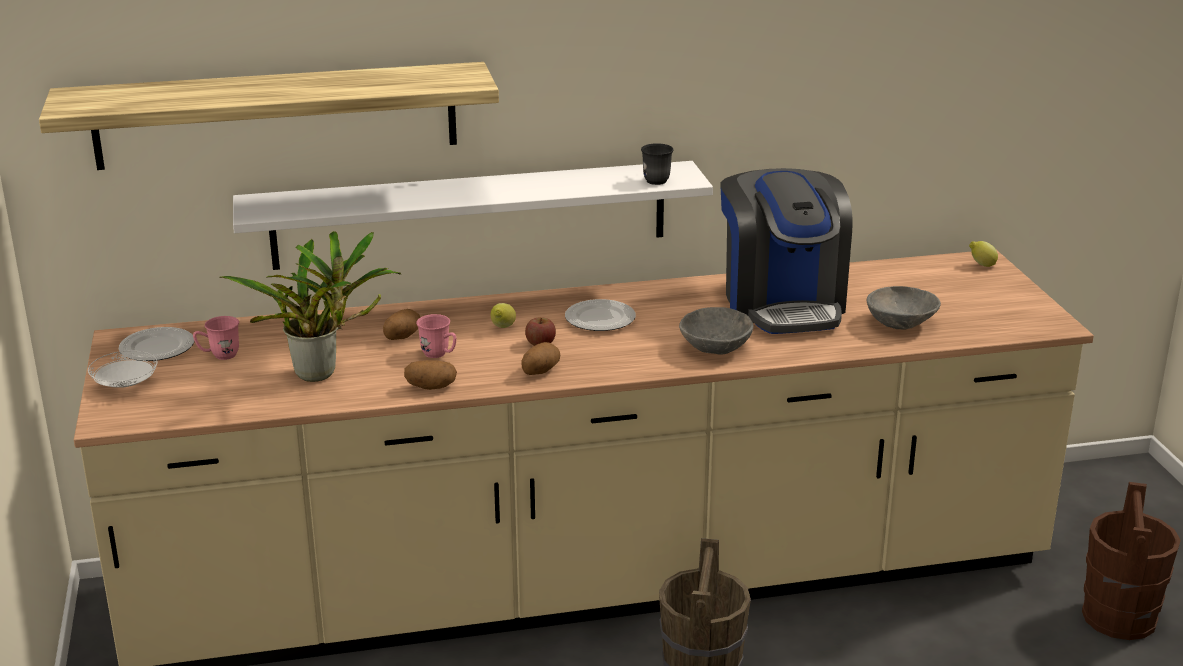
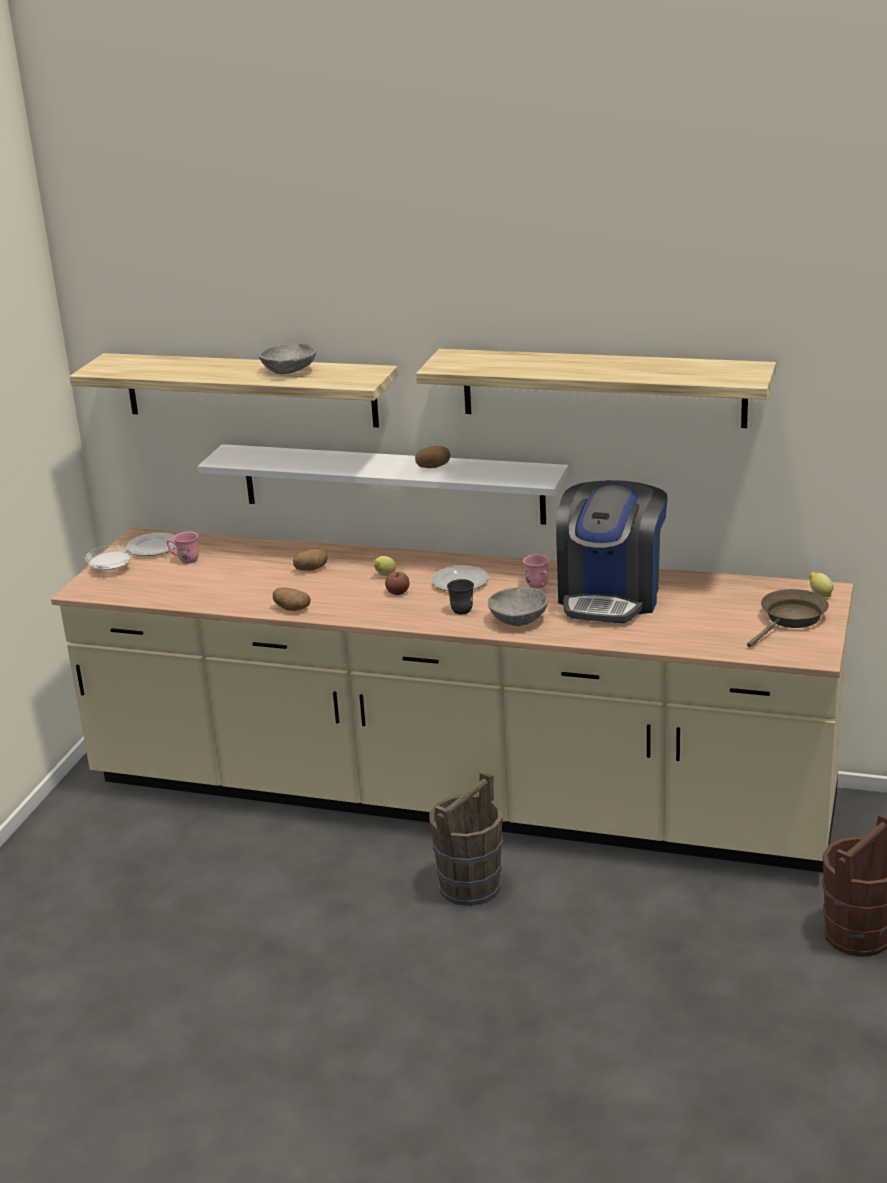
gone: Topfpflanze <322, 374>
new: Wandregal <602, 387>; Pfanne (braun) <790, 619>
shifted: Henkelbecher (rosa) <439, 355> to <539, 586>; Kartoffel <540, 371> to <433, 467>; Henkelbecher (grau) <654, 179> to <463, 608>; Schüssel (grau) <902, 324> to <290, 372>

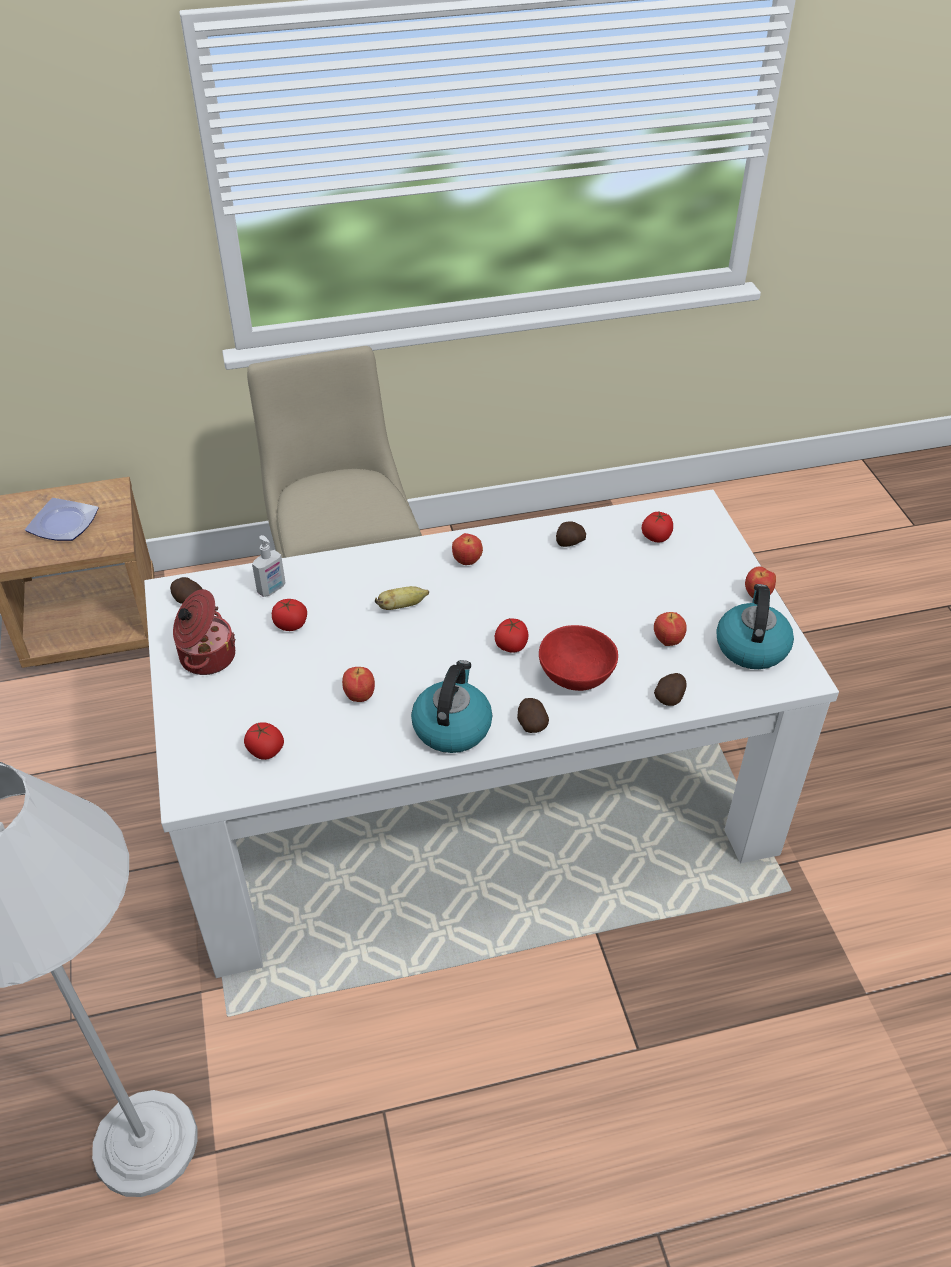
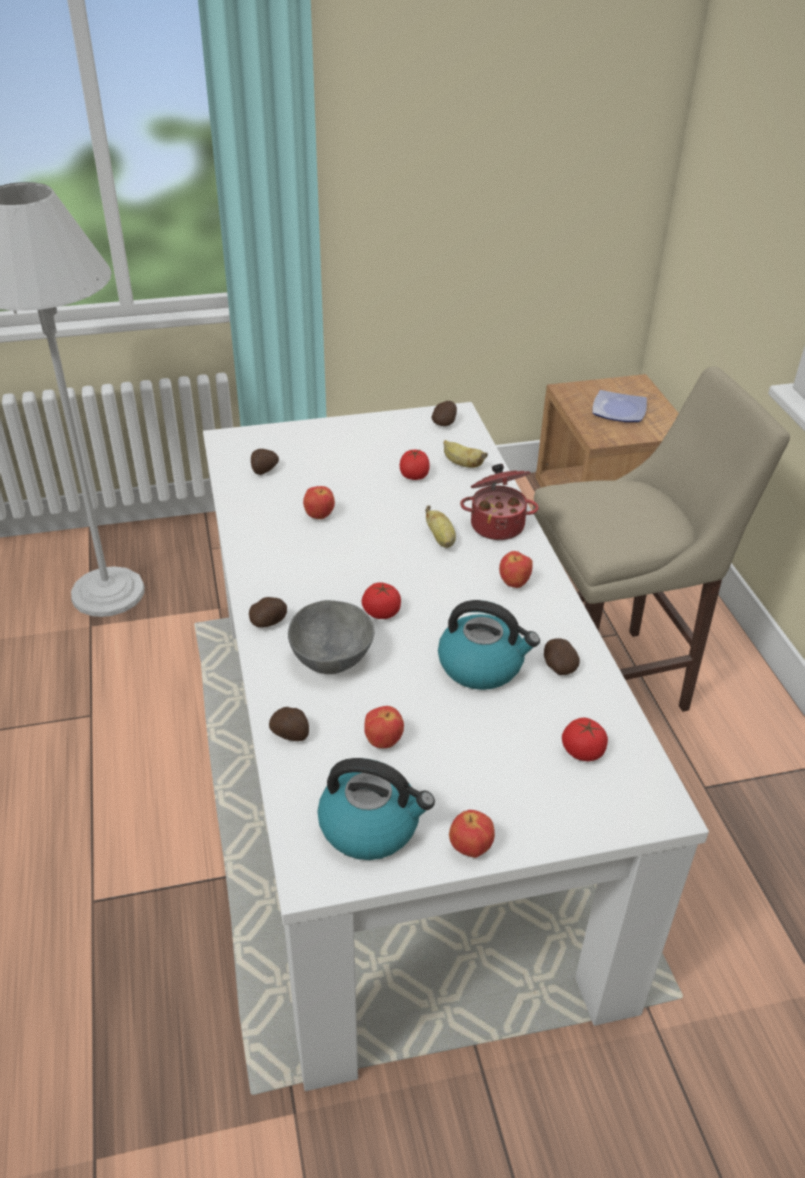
shifted: Kochtopf <206, 656> to <497, 524>; Wasserkessel <452, 726> to <482, 665>
swapped: Tomate <265, 751> to Kartoffel <264, 470>; Seifenspender <272, 589> to Banane <461, 464>
repainted: Schüssel (rot) <574, 676> to Schüssel (grau) <332, 657>

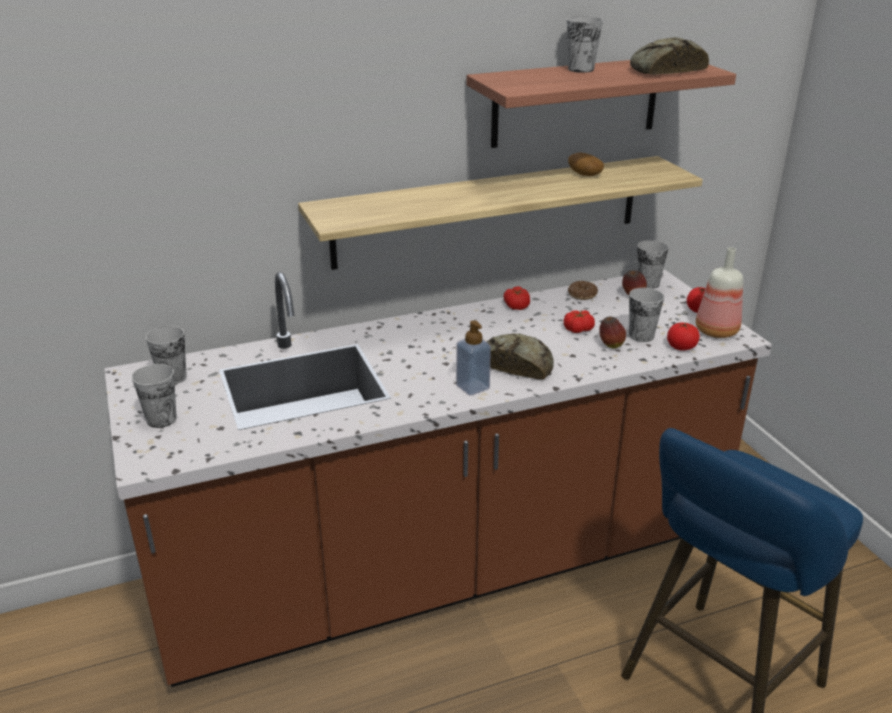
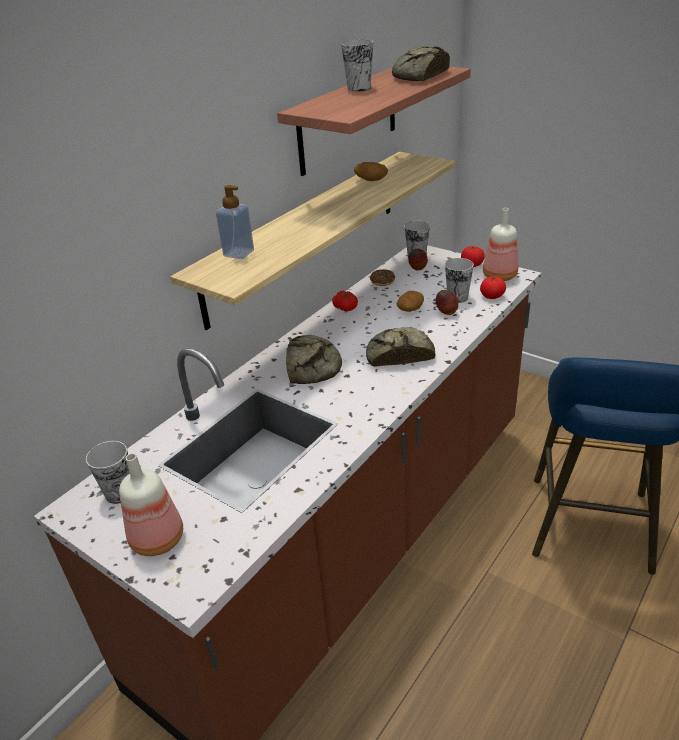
new: Brot <312, 365>
shifted: Seifenspender <472, 387> to <238, 253>
swapped: Tasse <161, 419> to Flasche <156, 538>; Tomate <578, 329> to Kartoffel <410, 309>

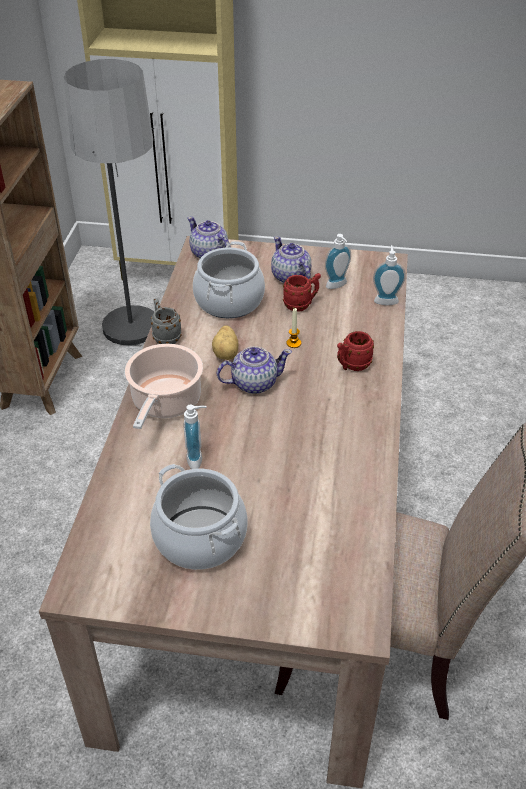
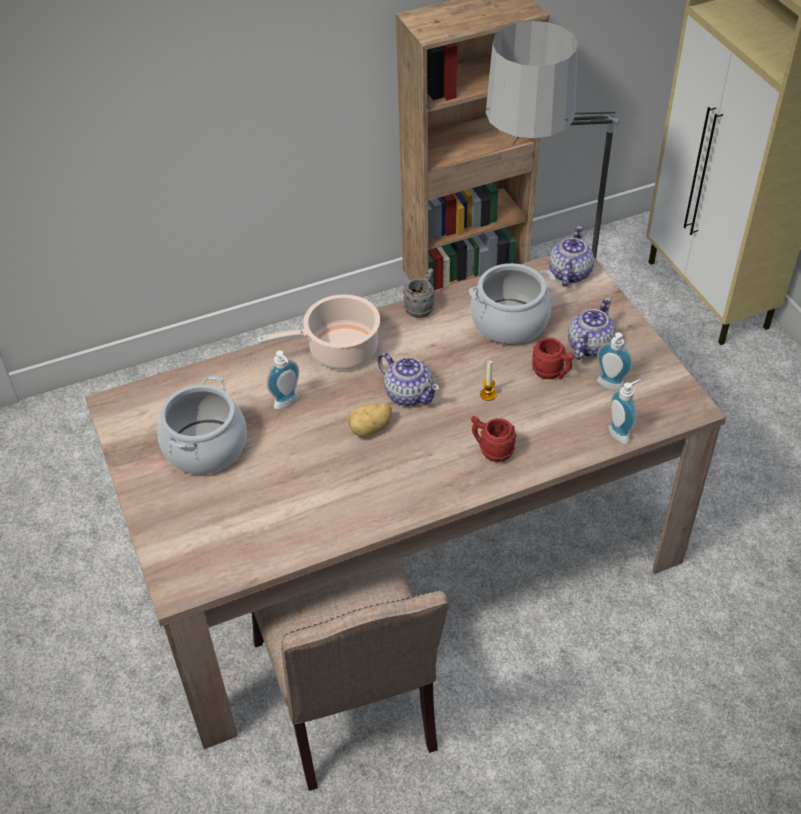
shifted: Kartoffel <226, 353> to <371, 429>

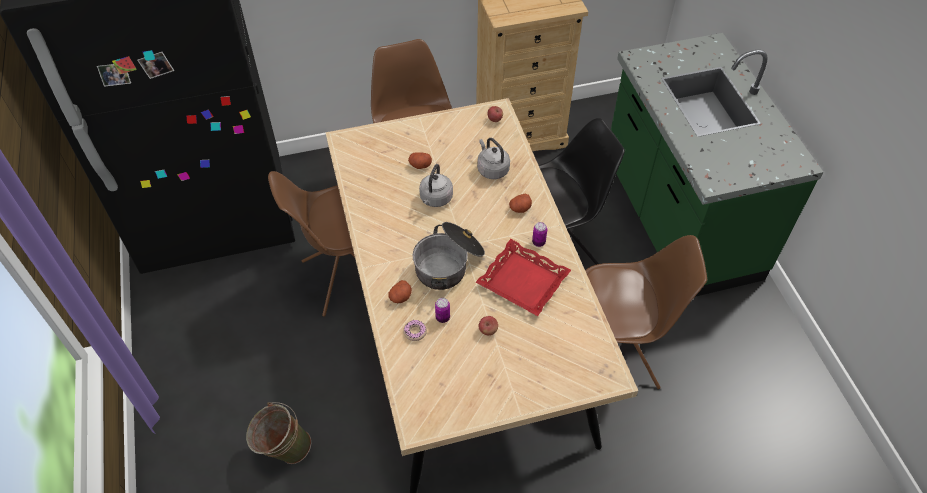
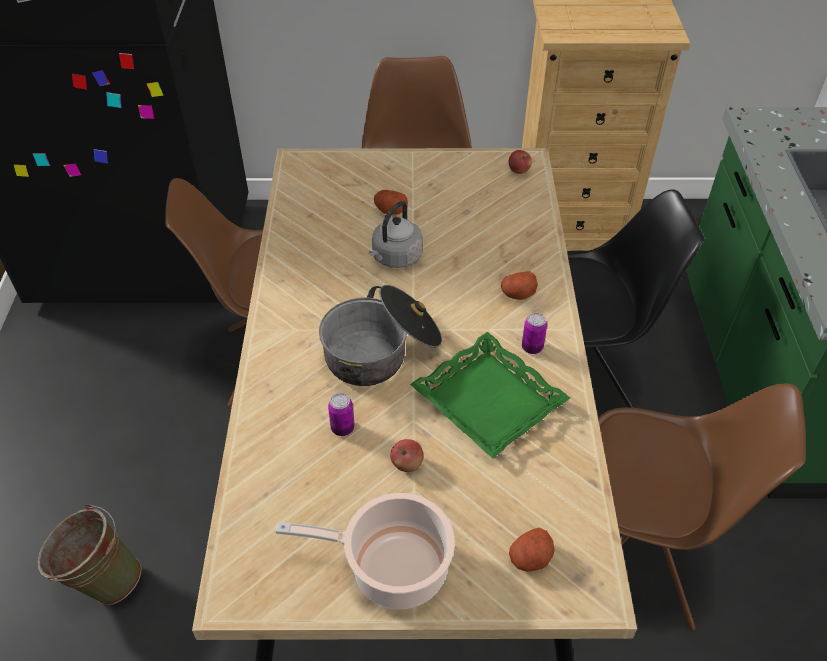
gone: Donut <415, 332>; Wasserkessel (grau) <492, 169>
new: Kochtopf <392, 567>
shifted: Kartoffel <400, 297> to <530, 558>
repainted: Tablett (rot) <523, 281> to Tablett (grün) <489, 400>

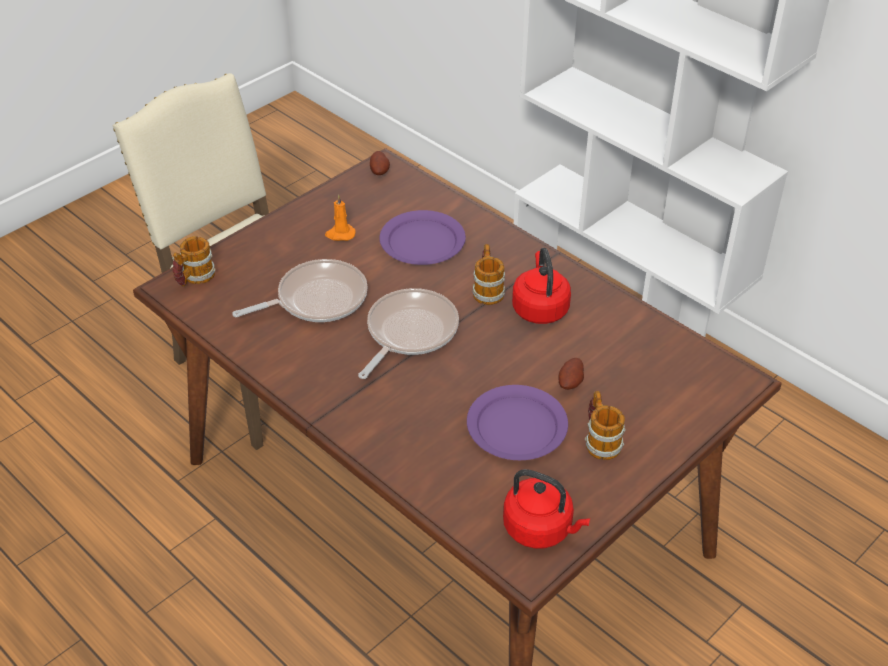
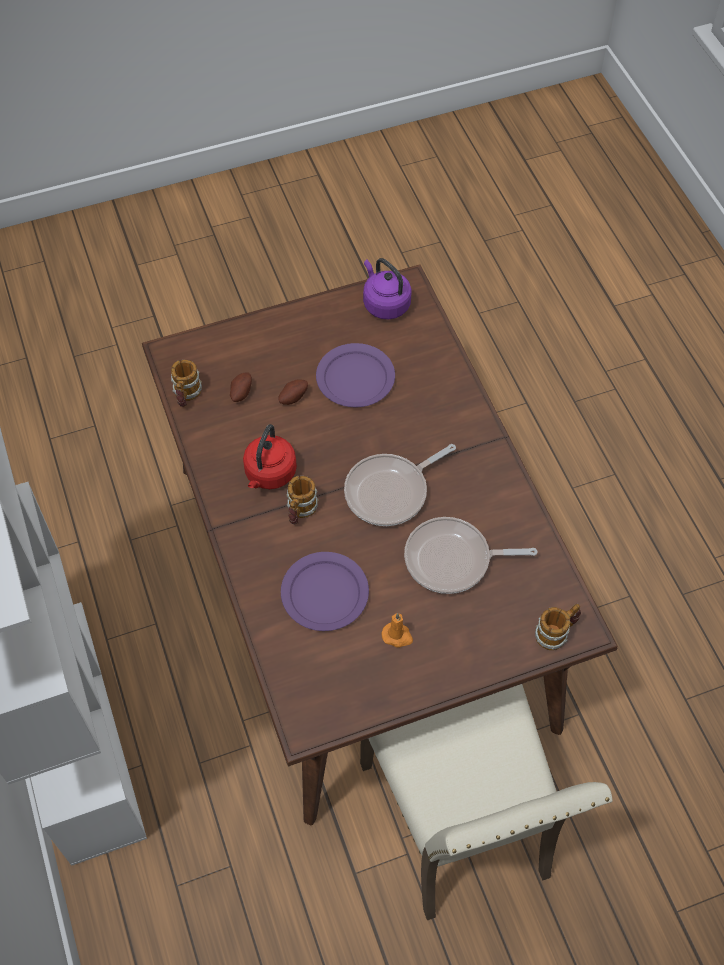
shifted: Kartoffel <380, 171> to <240, 392>; Henkelbecher <600, 440> to <186, 395>
repainted: Wasserkessel (rot) <541, 529> to Wasserkessel (lila) <385, 303>

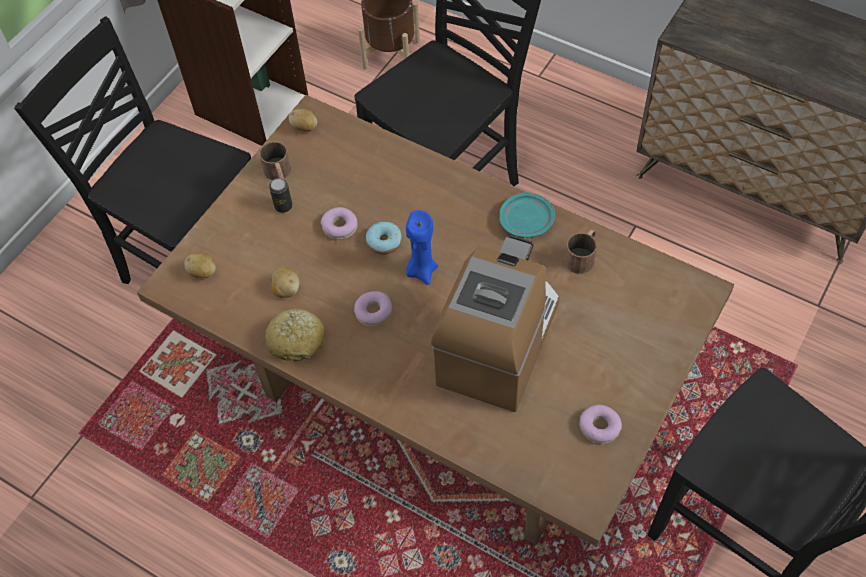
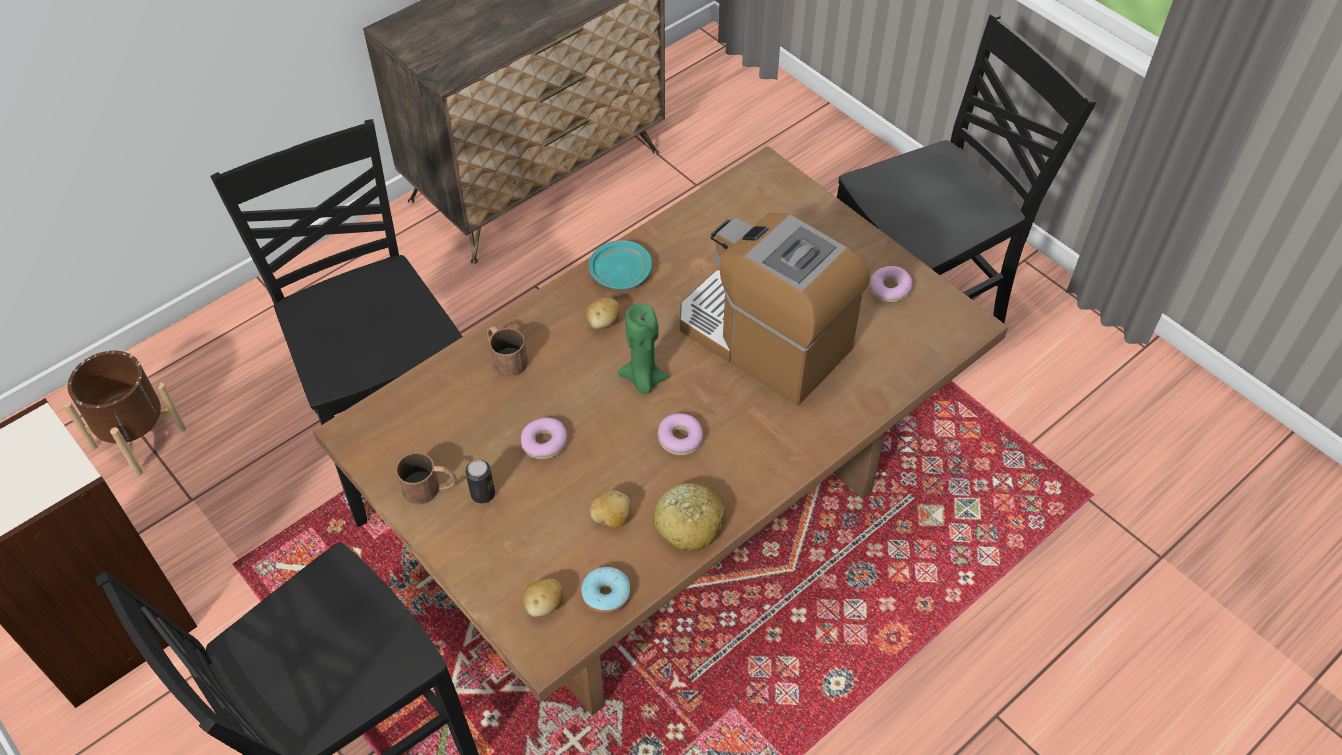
shifted: Kartoffel <305, 127> to <603, 323>; Donut <384, 242> to <606, 595>; Henkelbecher (braun) <583, 255> to <505, 357>
repainted: Kerze (blau) <421, 270> to Kerze (grün) <643, 380>

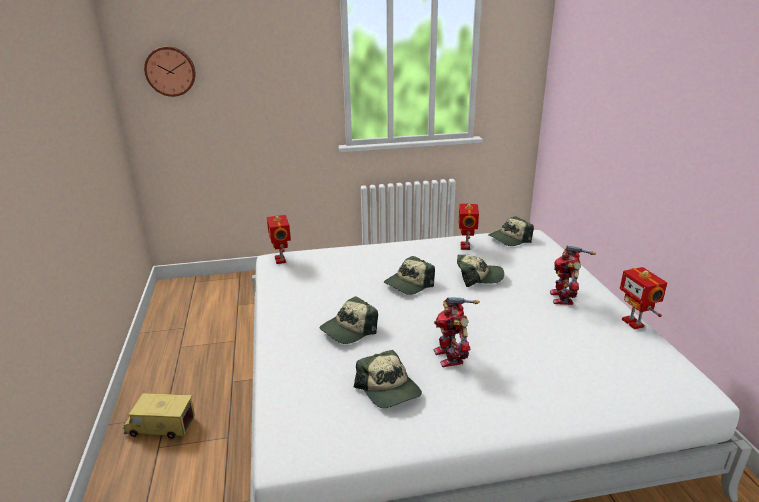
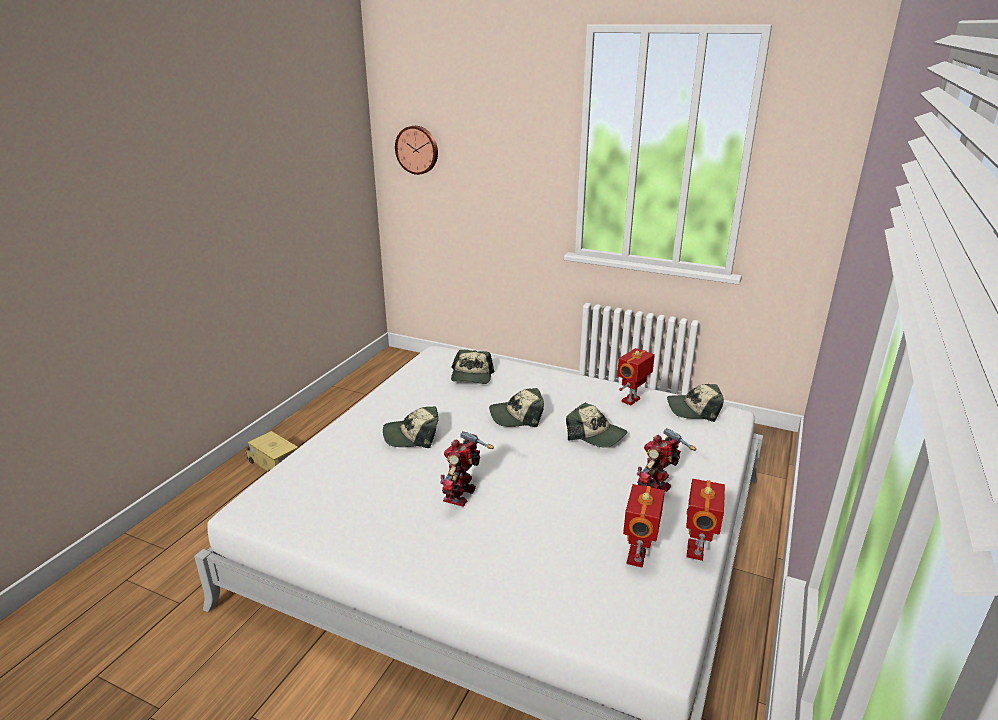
shifted: Spielzeugroboter <281, 260> to <638, 557>; Kappe <389, 389> to <471, 376>

